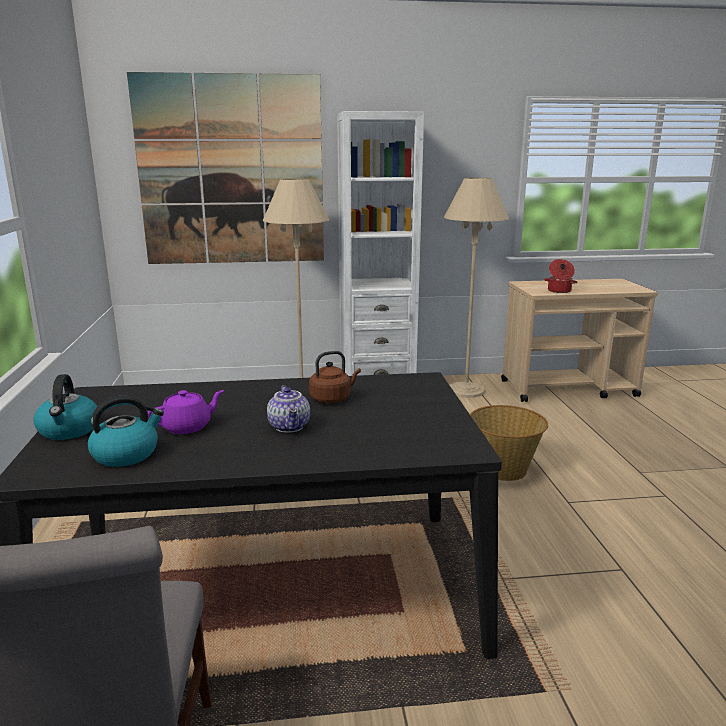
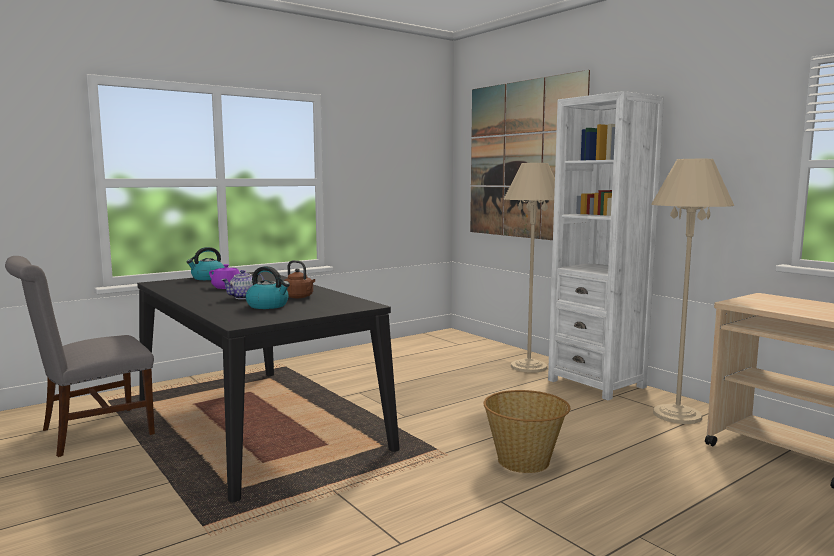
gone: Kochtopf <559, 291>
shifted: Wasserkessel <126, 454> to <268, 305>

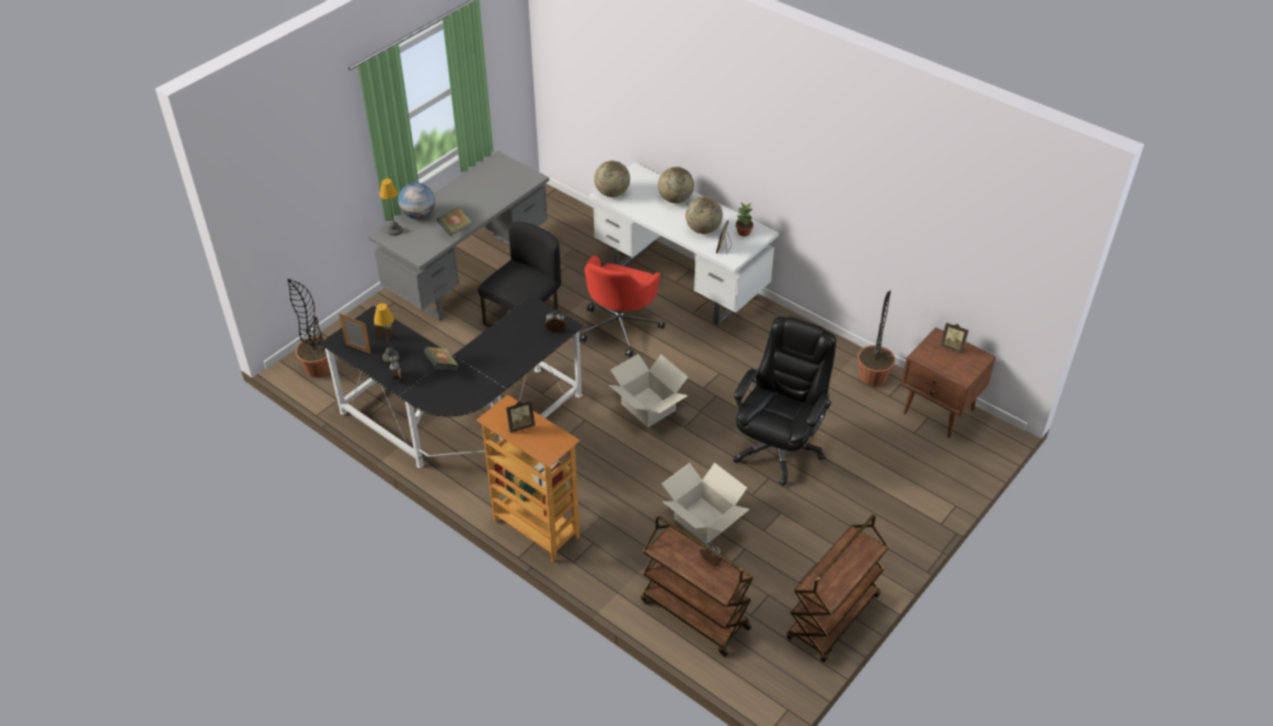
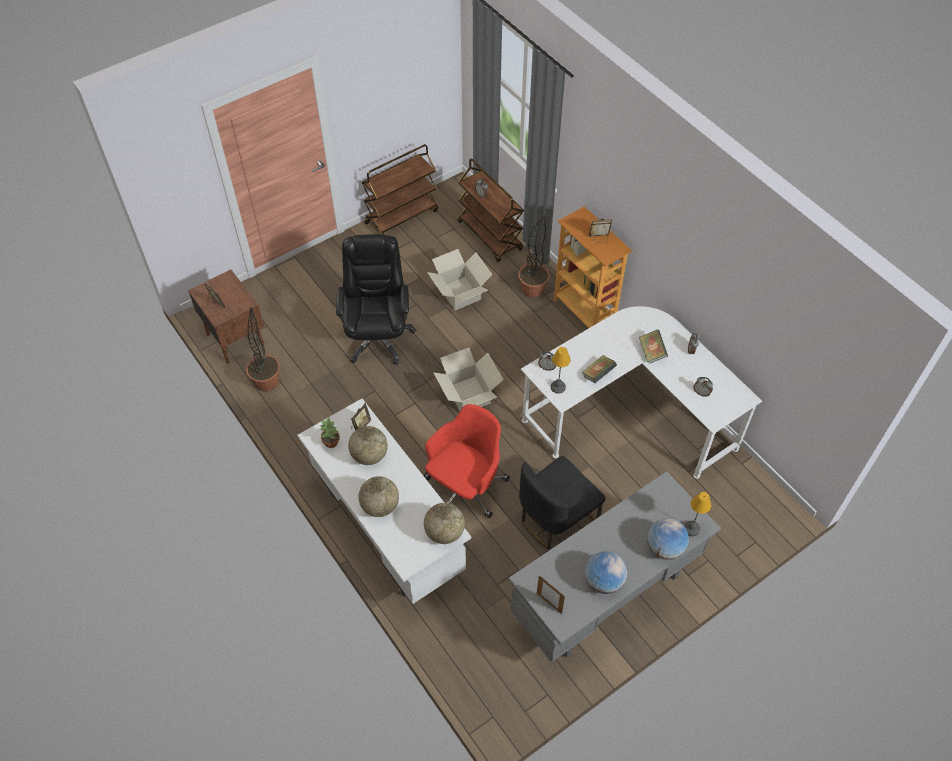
new: Globus <603, 581>
shifted: Topfpflanze <319, 368> to <533, 289>; Bilderrahmen <358, 349> to <549, 603>; Tischlampe <390, 357> to <558, 386>; Buch <455, 229> to <598, 374>
repainted: Schreibtisch (schwarz) <462, 423> to Schreibtisch (weiß) <630, 414>
rotated: Bürostuhl (schwarz) <778, 447> = <378, 336> 135 degrees clockwise

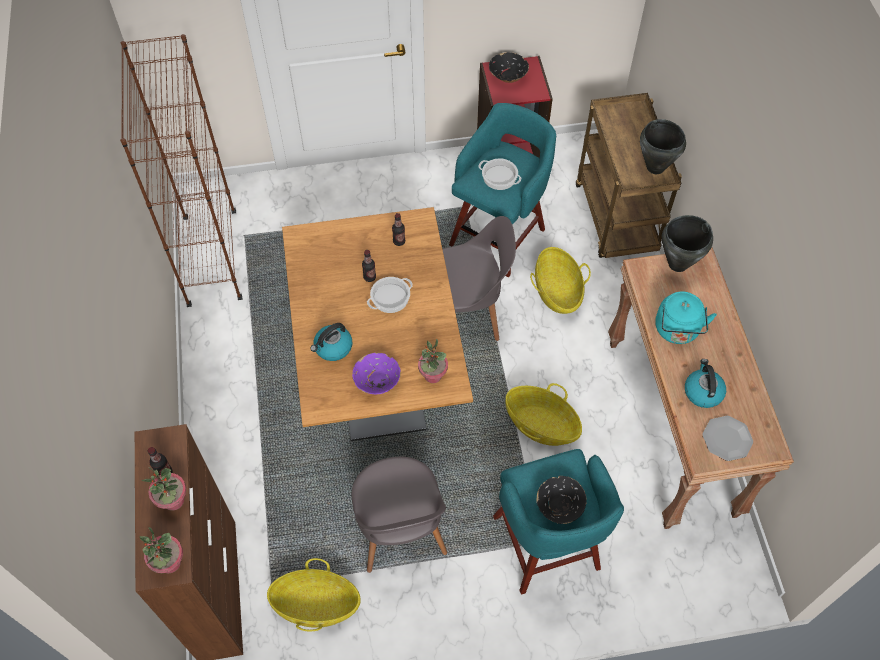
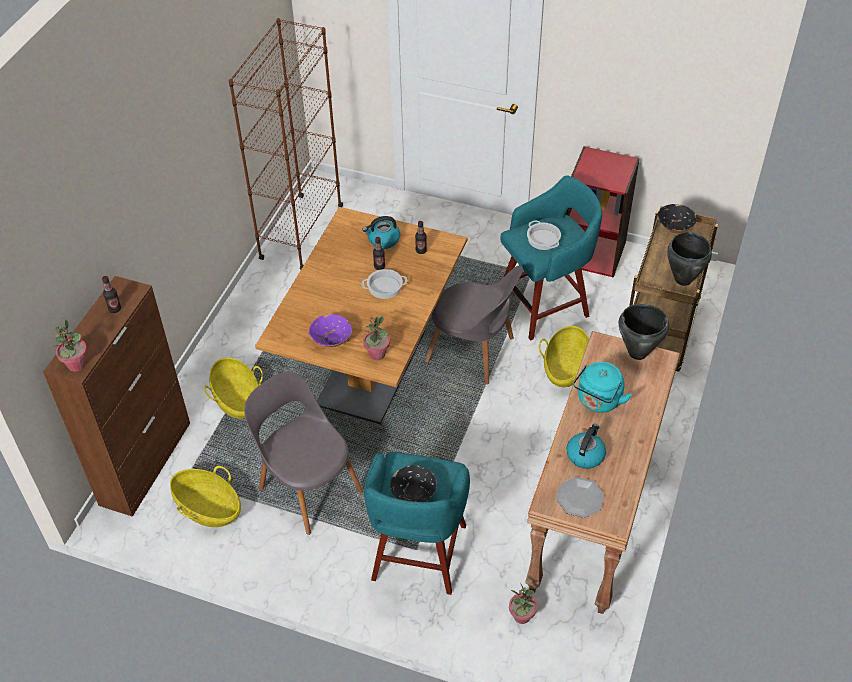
shifted: Topfpflanze <173, 500> to <521, 616>; Wasserkessel <333, 348> to <383, 240>; Schüssel (schwarz) <508, 77> to <675, 228>; Korb <541, 424> to <237, 399>
rotated: Stuhl (grau) <399, 530> = <308, 487> 120 degrees clockwise

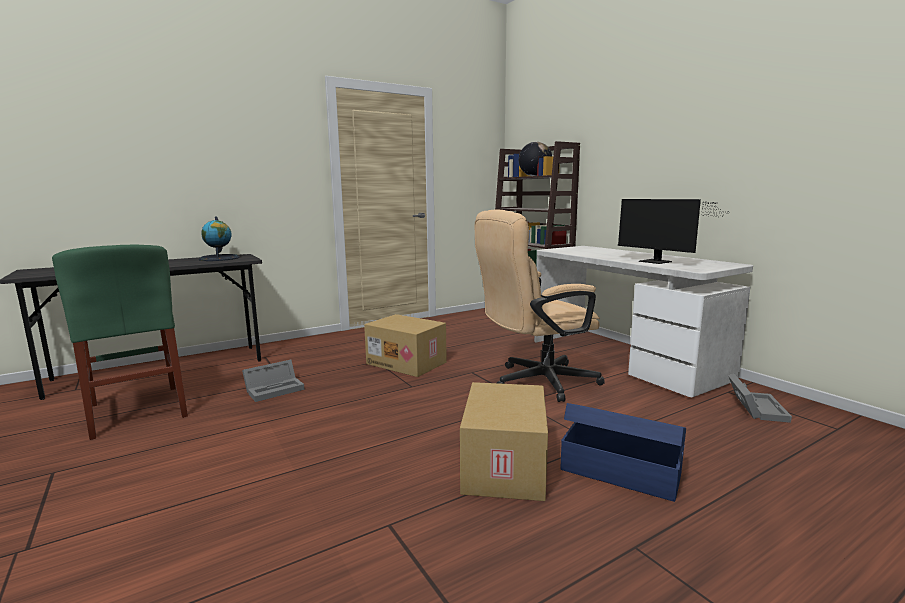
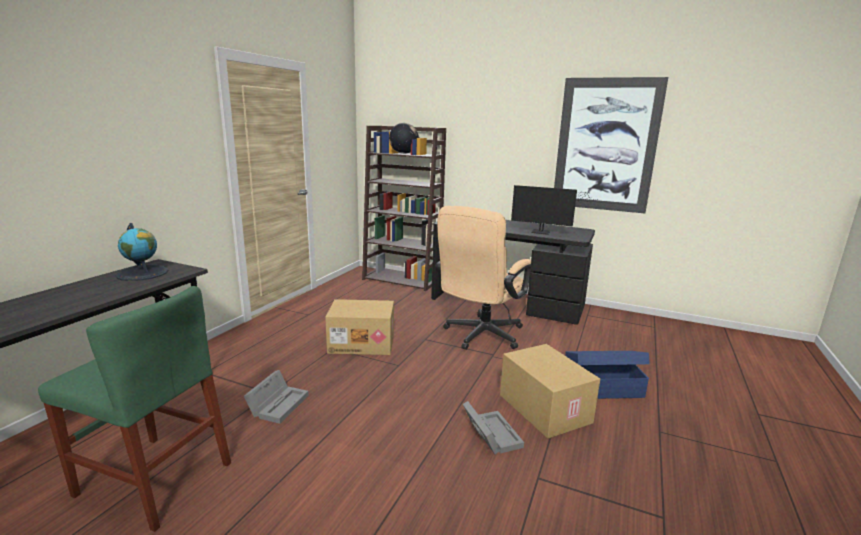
new: Bild <605, 145>
shifted: Aufbewahrungsbox (grau) <755, 407> to <490, 434>
repainted: Schreibtisch (weiß) <624, 358> to Schreibtisch (schwarz) <507, 302>

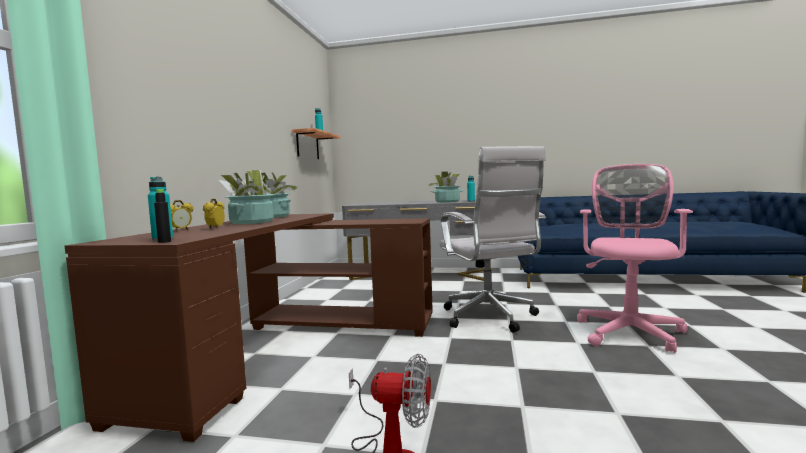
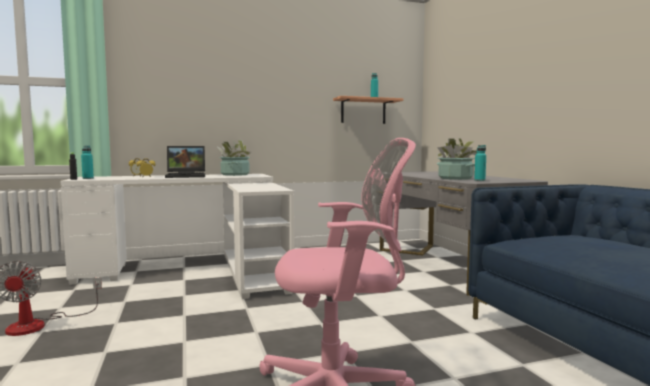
gone: Bürostuhl (weiß) <490, 318>
swapped: Topfpflanze <251, 222> to Laptop <187, 176>
repainted: Schreibtisch (braun) <289, 346> to Schreibtisch (weiß) <198, 271>

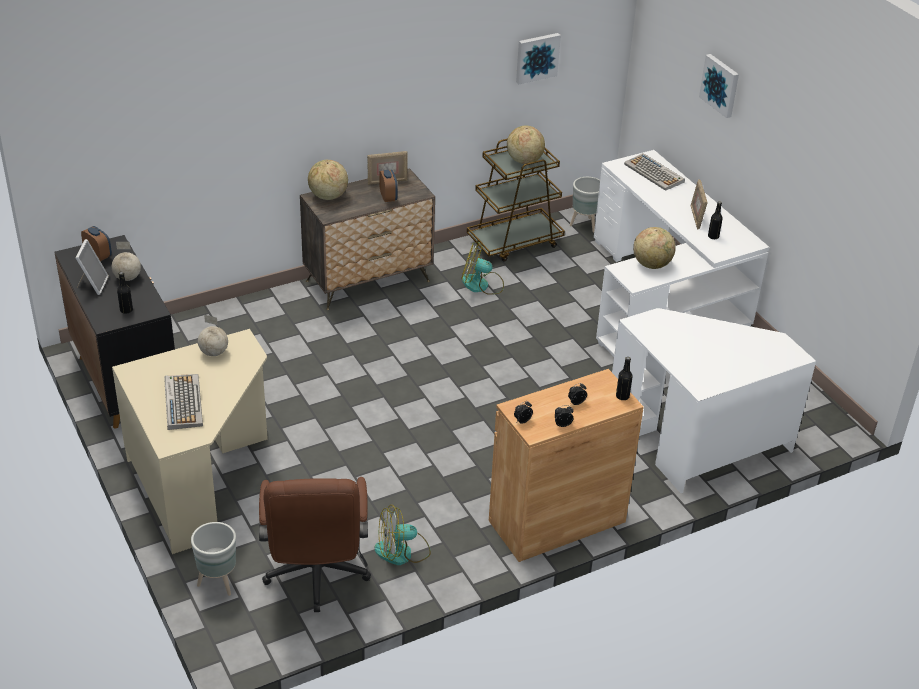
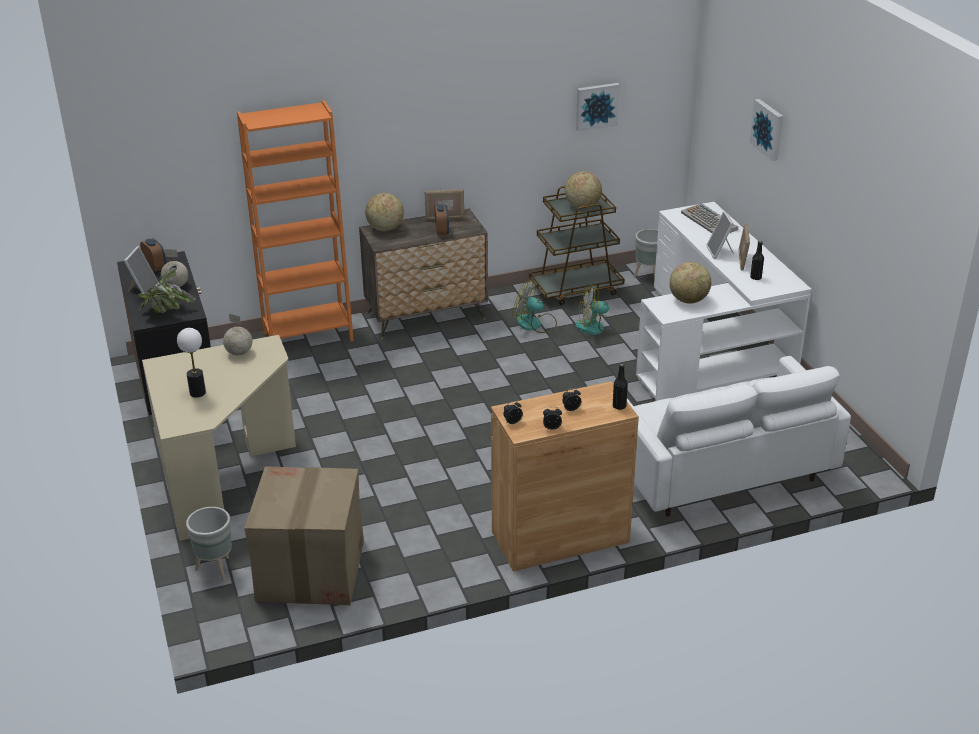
new: Bücherregal (orange) <308, 336>; Bilderrahmen <720, 252>
shifted: Ventilator <402, 552> to <597, 327>
swapped: Flasche (schwarz) <126, 310> to Topfpflanze <166, 312>; Tastatur <182, 402> to Tischlampe <197, 392>; Bürostuhl (braun) <316, 577> to Karton <310, 571>; Schreibtisch (weiß) <697, 440> to Sofa (weiß) <719, 473>

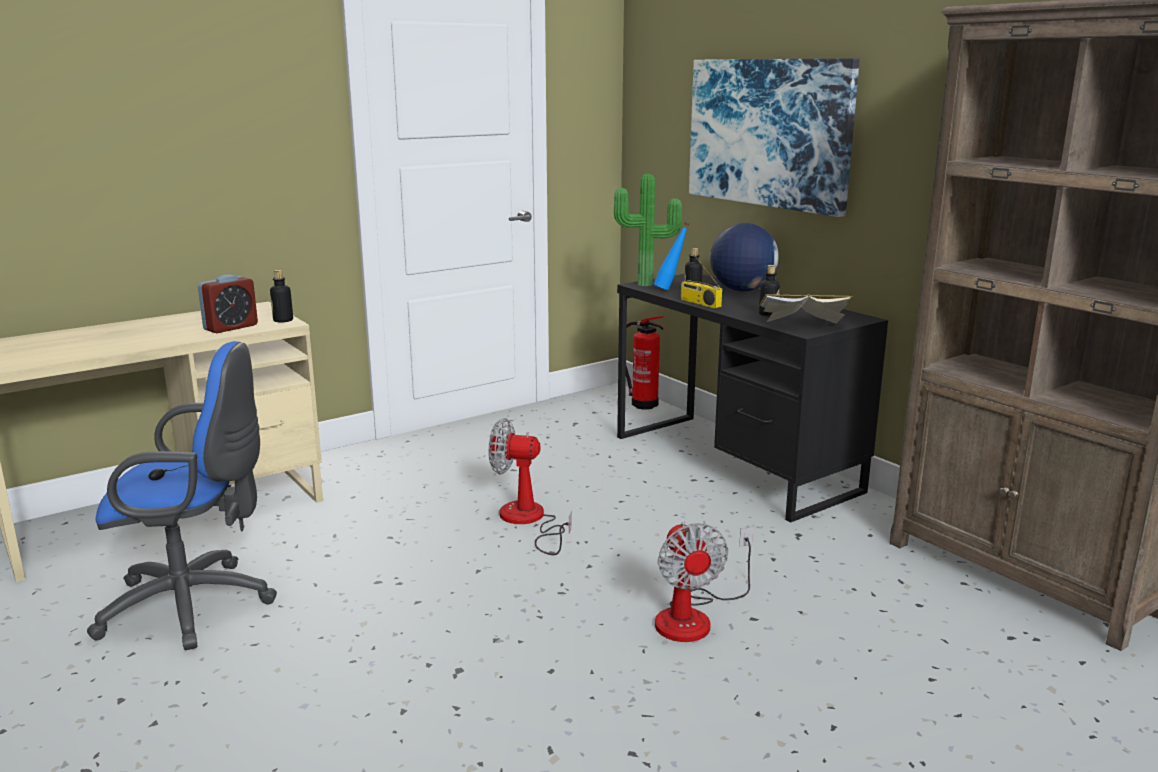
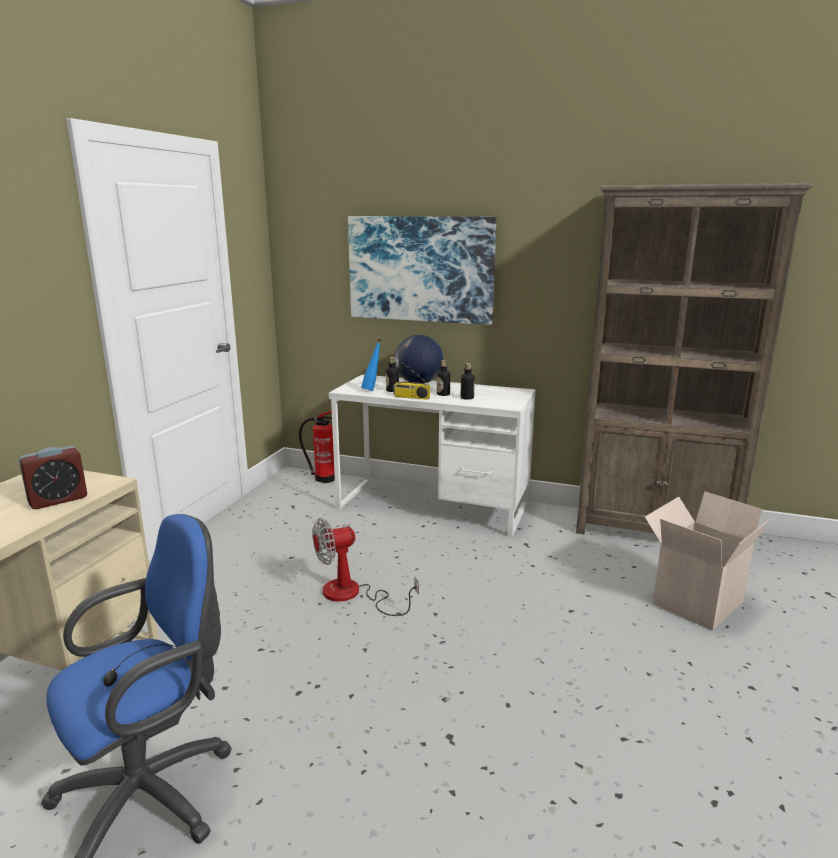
gone: Topfpflanze <646, 285>; Ventilator <694, 616>; Buch <803, 326>
new: Karton <696, 601>
shifted: Flasche <283, 320> to <443, 394>
repainted: Schreibtisch (schwarz) <733, 463> to Schreibtisch (weiß) <432, 506>
rotated: Wecker <231, 327> = <58, 500> 45 degrees clockwise

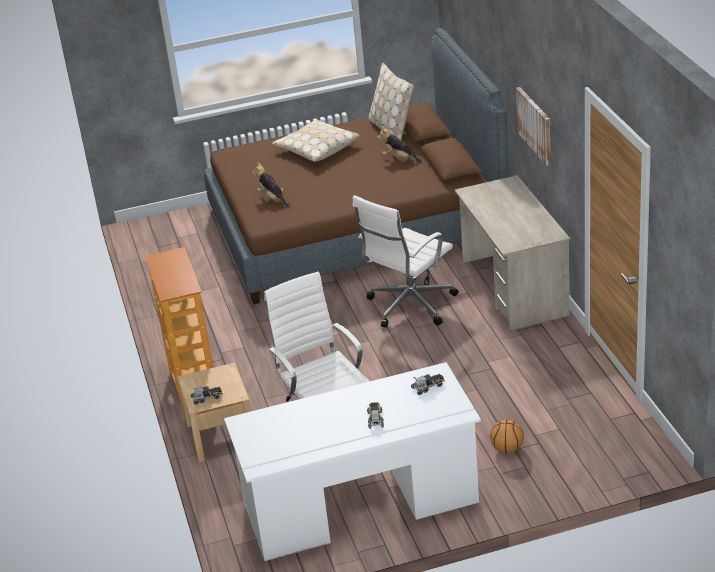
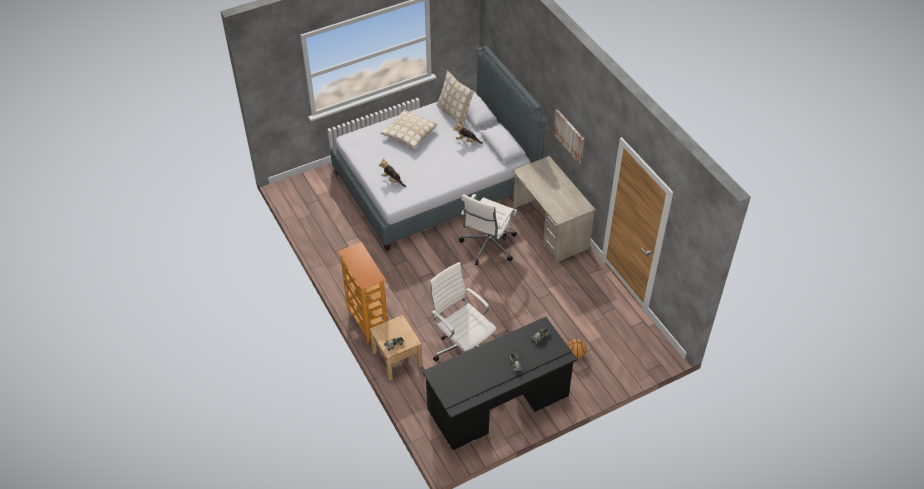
repainted: Bett (braun) <356, 228> to Bett (grau) <436, 181>; Schreibtisch (weiß) <360, 504> to Schreibtisch (schwarz) <498, 403>

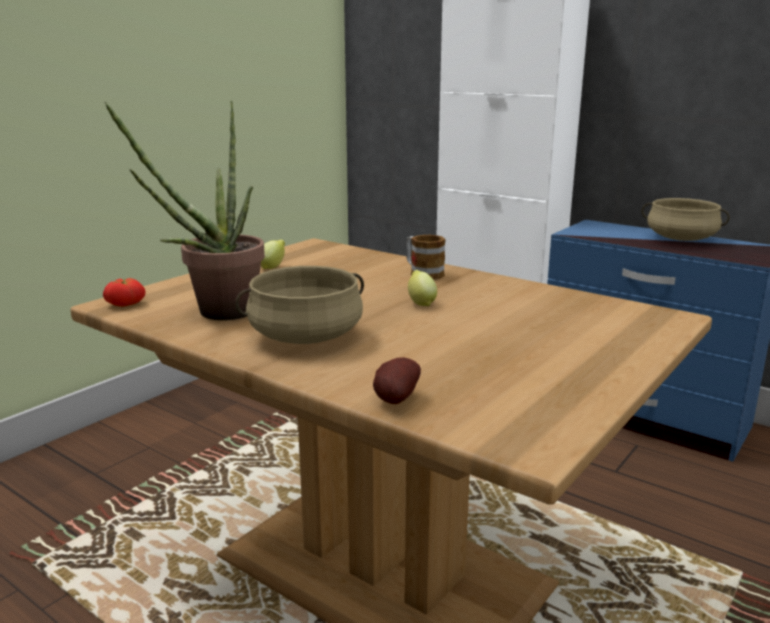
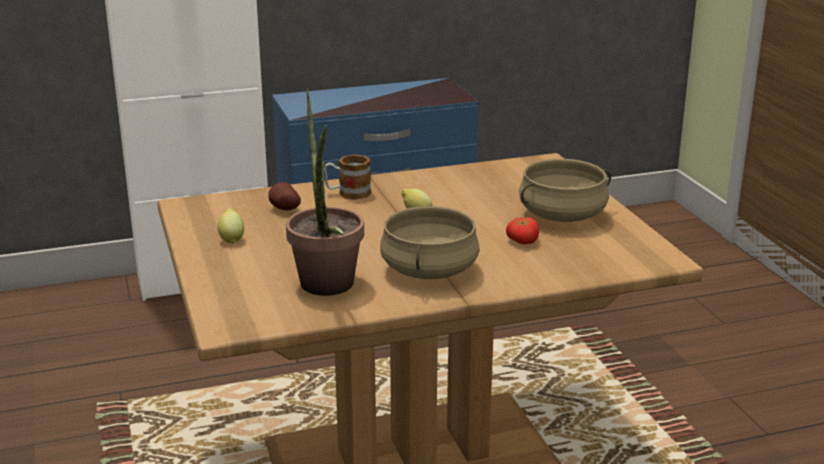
shifted: Tomate <126, 303> to <521, 241>; Kartoffel <394, 400> to <283, 209>; Kochtopf (beige) <680, 239> to <562, 216>

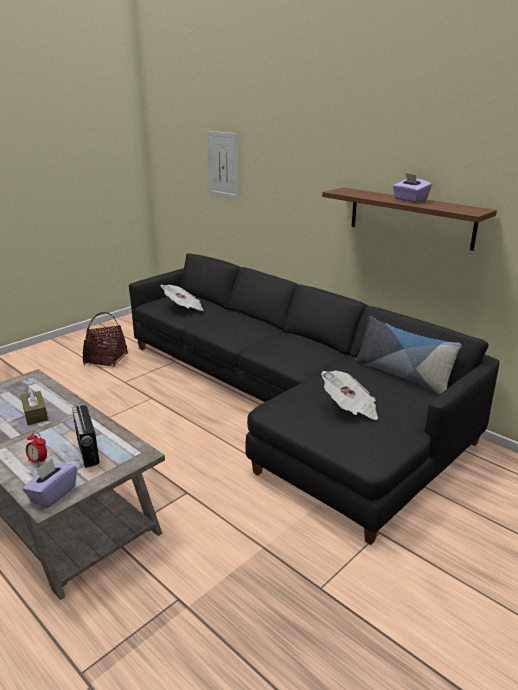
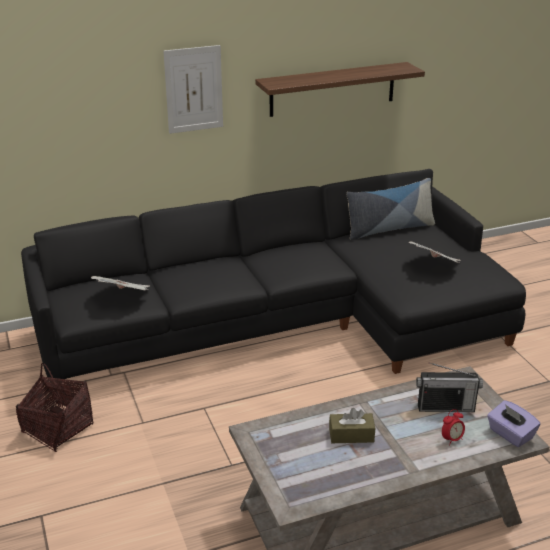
gone: Taschentuchbox (lila) <410, 200>
shifted: Bild <223, 165> to <194, 89>

